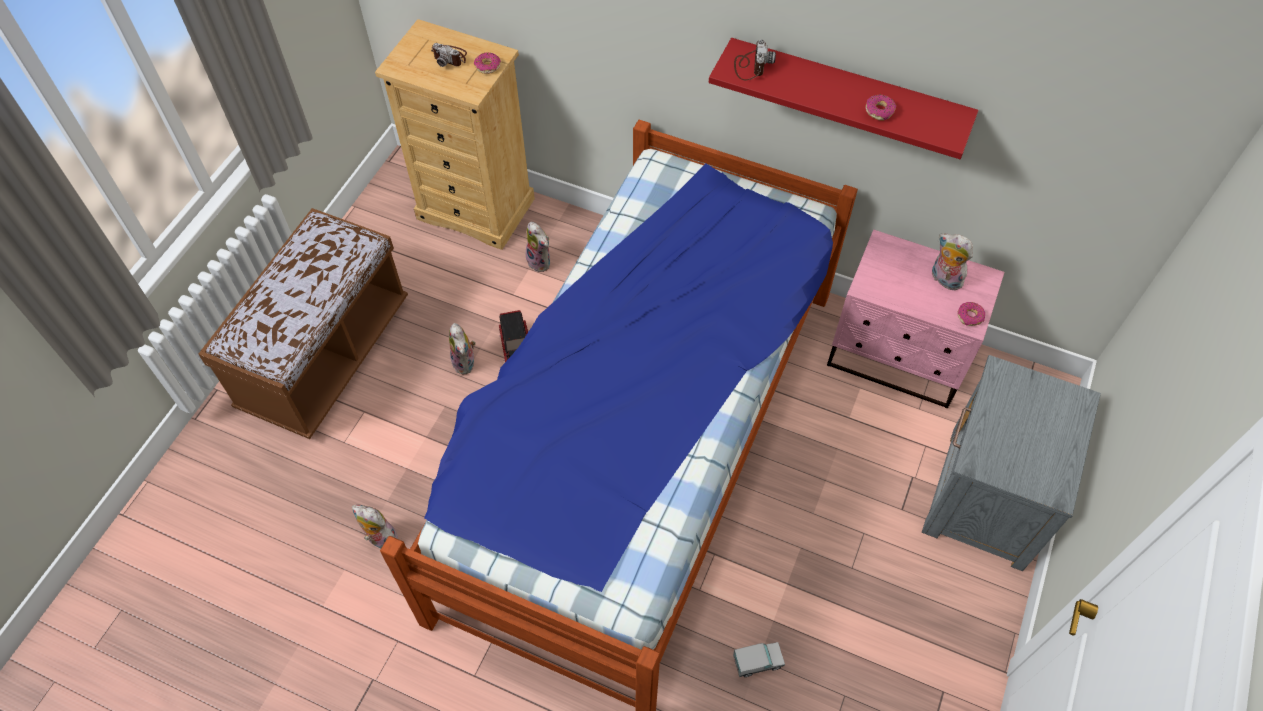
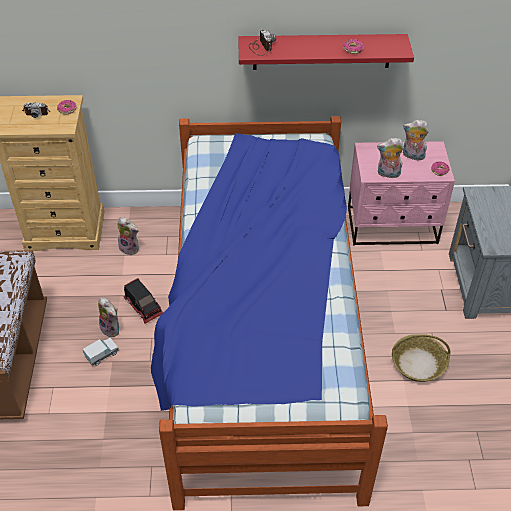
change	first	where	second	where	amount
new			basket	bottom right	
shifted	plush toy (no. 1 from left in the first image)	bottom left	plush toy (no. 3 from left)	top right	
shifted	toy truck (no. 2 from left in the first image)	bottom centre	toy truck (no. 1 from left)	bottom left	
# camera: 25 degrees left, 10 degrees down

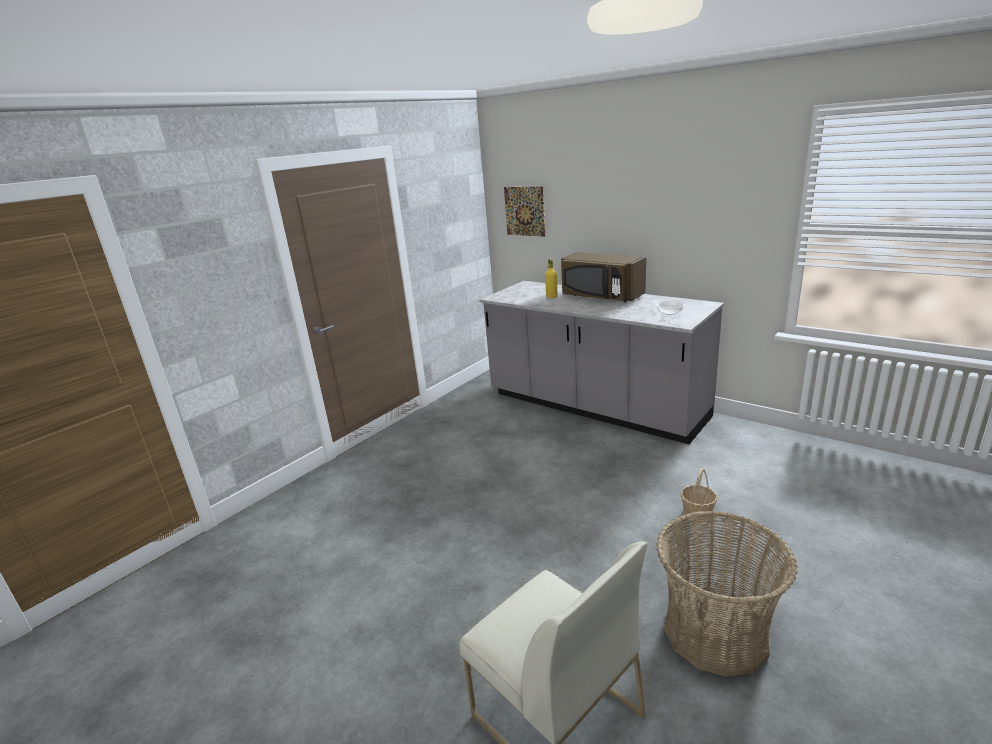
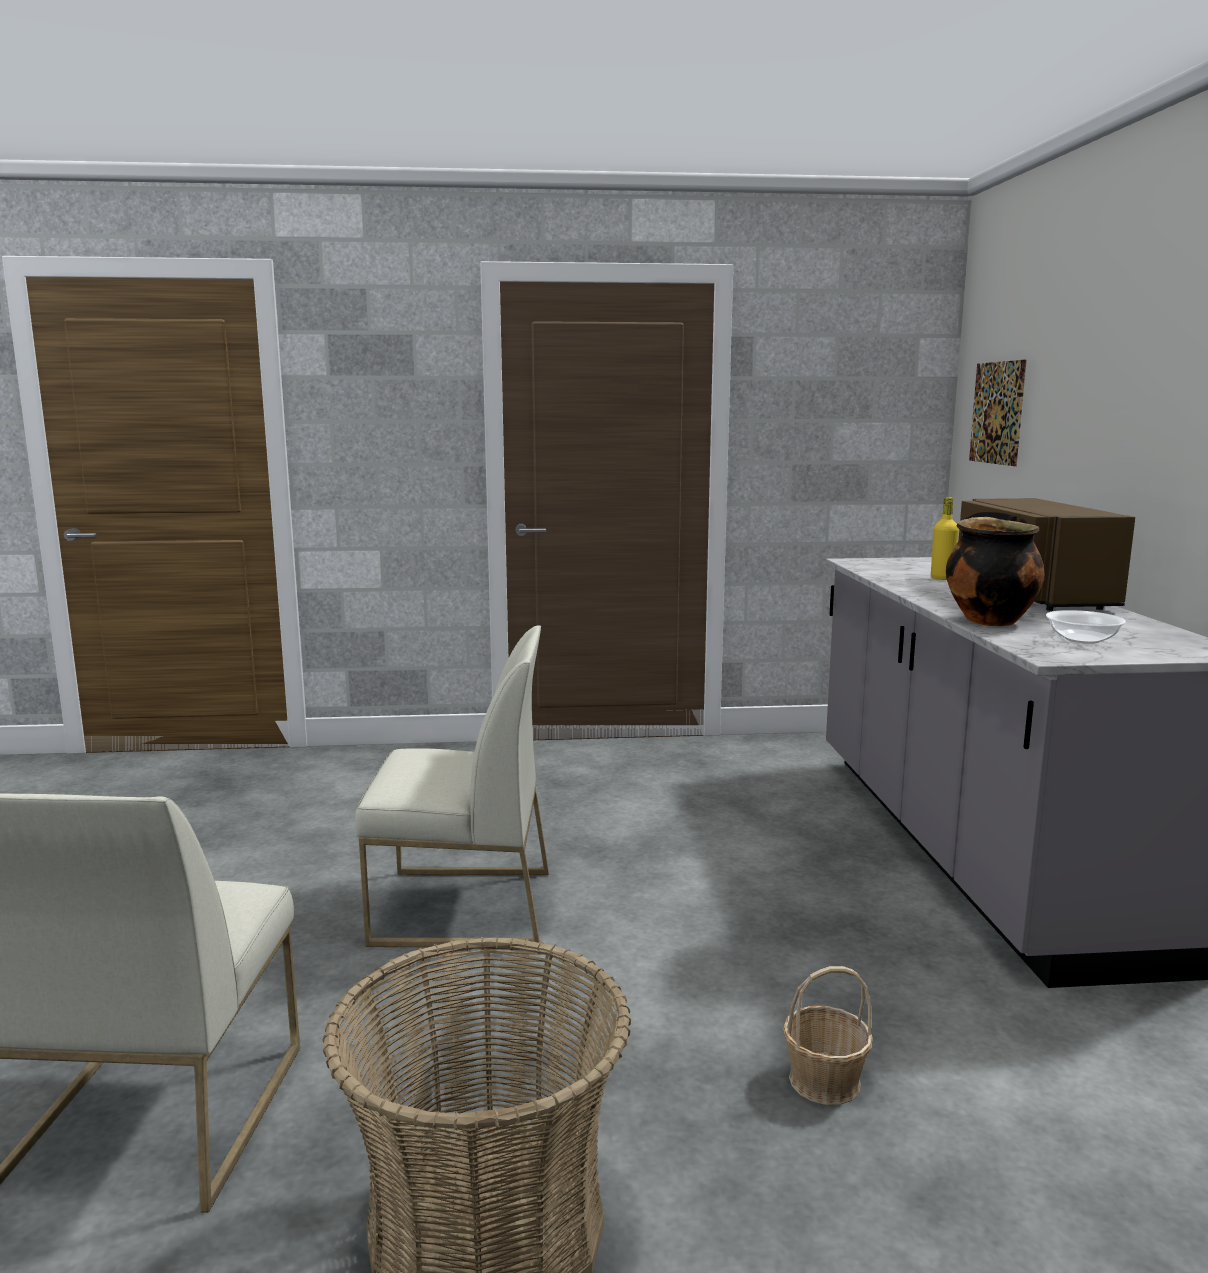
change	first	where	second	where	amount
new			white chair (no. 2 from left)	centre	
new			cooking pot	middle right	
# camera: 45 degrees right, 10 degrees down

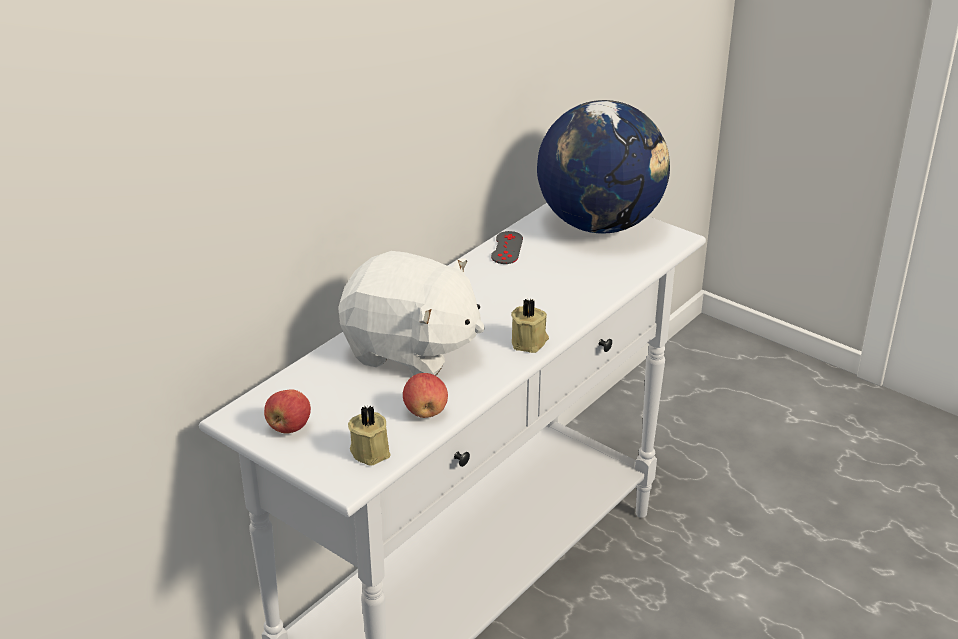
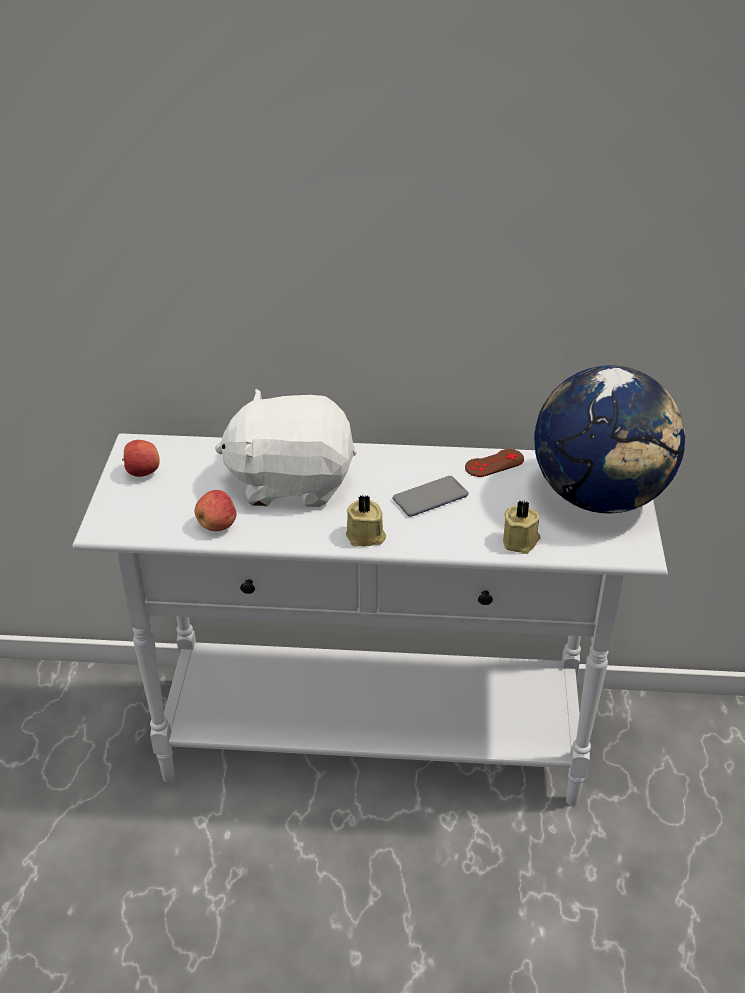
change	first	where	second	where	amount
new			phone	centre	
shifted	beige candle (no. 1 from left in the first image)	bottom centre	beige candle (no. 2 from left)	middle right	
repainted	grey game controller	centre	brown game controller	centre	
rotated	white plush toy	centre		centre	105 degrees clockwise
# camera: 55 degrees right, 5 degrees up

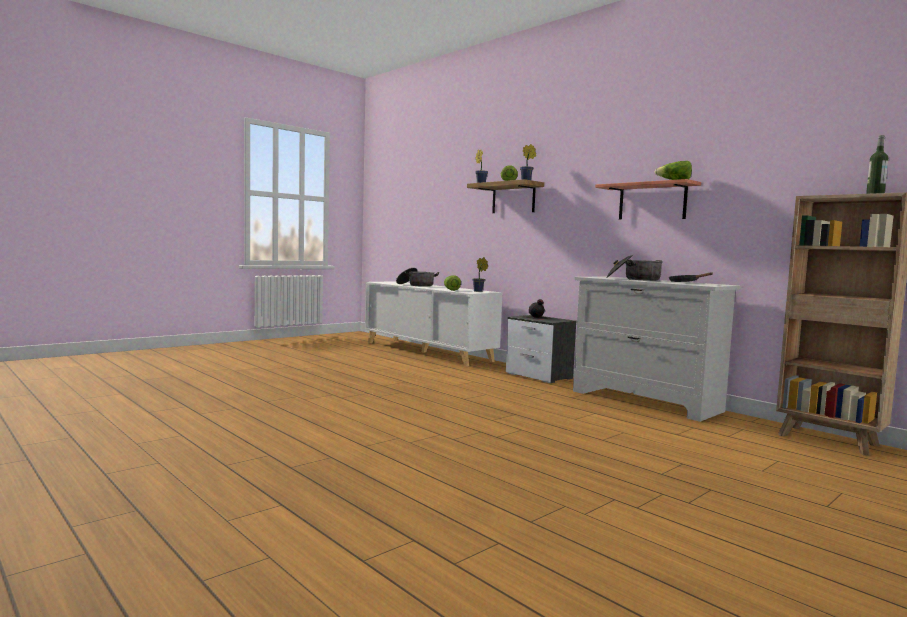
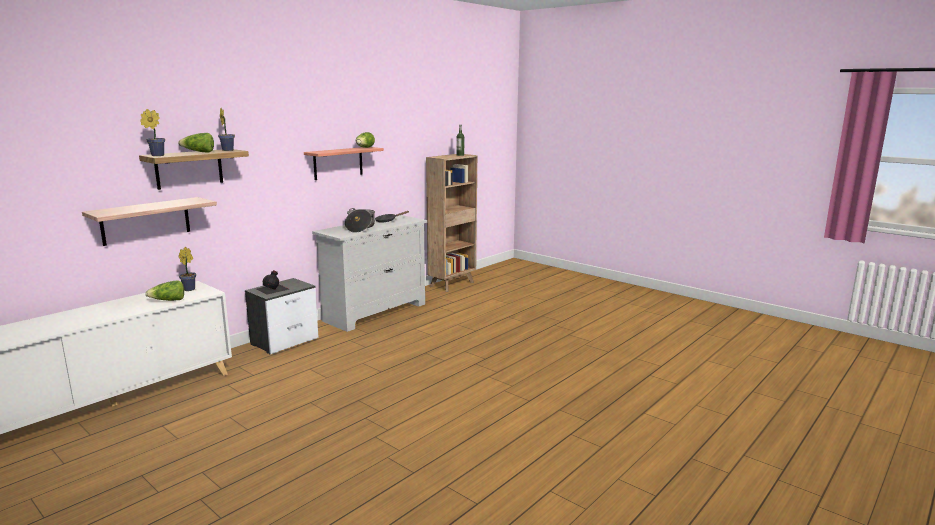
change	first	where	second	where	amount
gone	cooking pot (no. 1 from left)	centre			
new			shelf (no. 1 from left)	middle left	
# camera: 95 degrees left, 10 degrees up

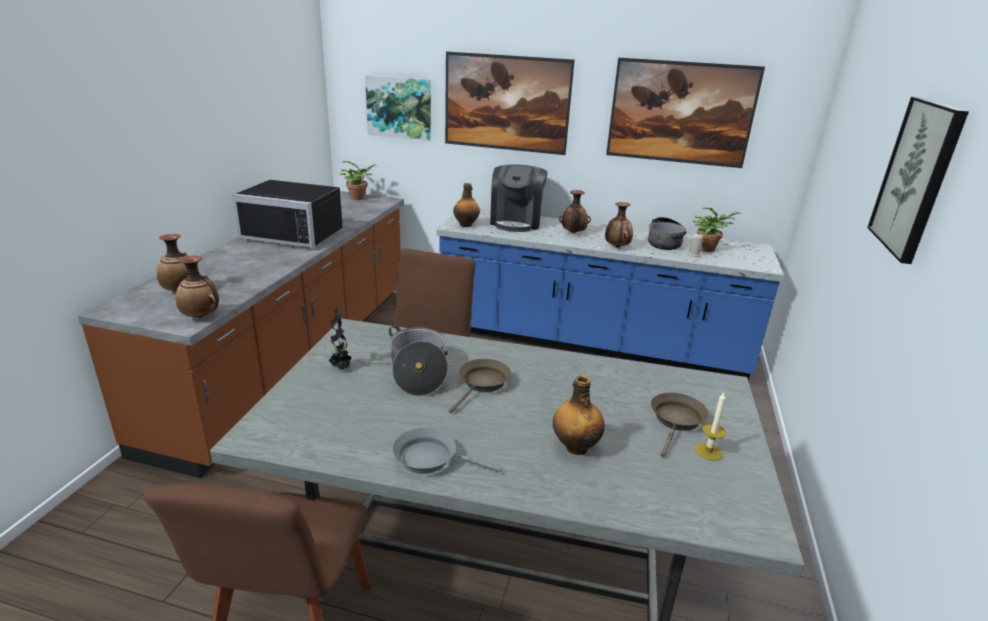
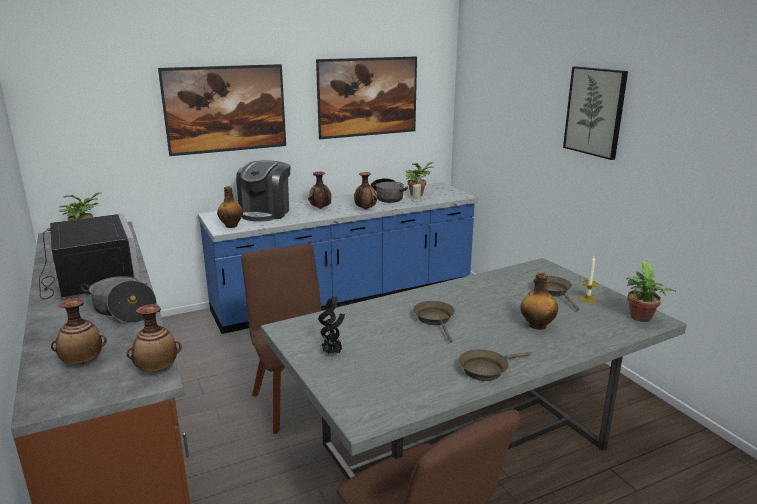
change	first	where	second	where	amount
gone	picture (no. 1 from left)	top centre			
new			potted plant (no. 4 from left)	middle right	
shifted	cooking pot (no. 1 from left)	centre		middle left	
repainted	grey frying pan	bottom centre	brown frying pan (no. 2 from left)	bottom centre	
rotated	black microwave	middle left		middle left	90 degrees counterclockwise
rotated	coffee machine	top centre		centre	45 degrees clockwise
# camera: 40 degrees left, 5 degrees down

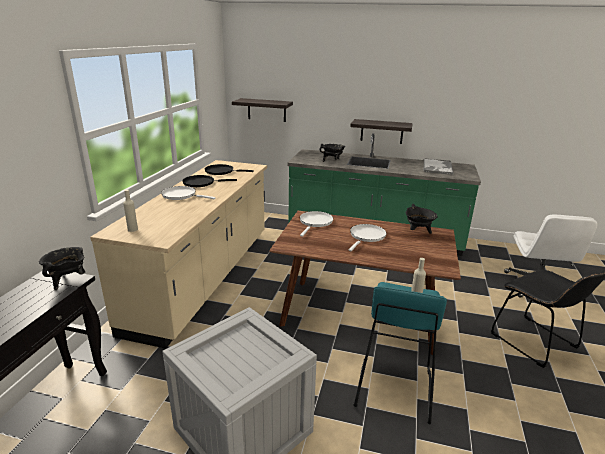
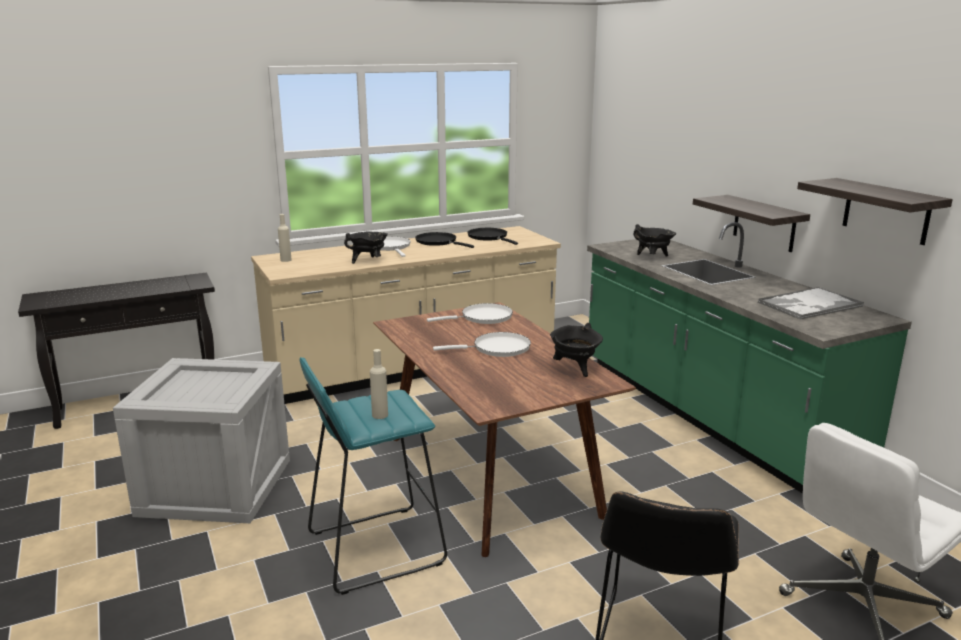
change	first	where	second	where	amount
shifted	black cooking pot (no. 1 from left)	middle left		centre	
shifted	shelf (no. 1 from left in the first image)	top centre	shelf (no. 2 from left)	top right	
# camera: 50 degrees right, 5 degrees down

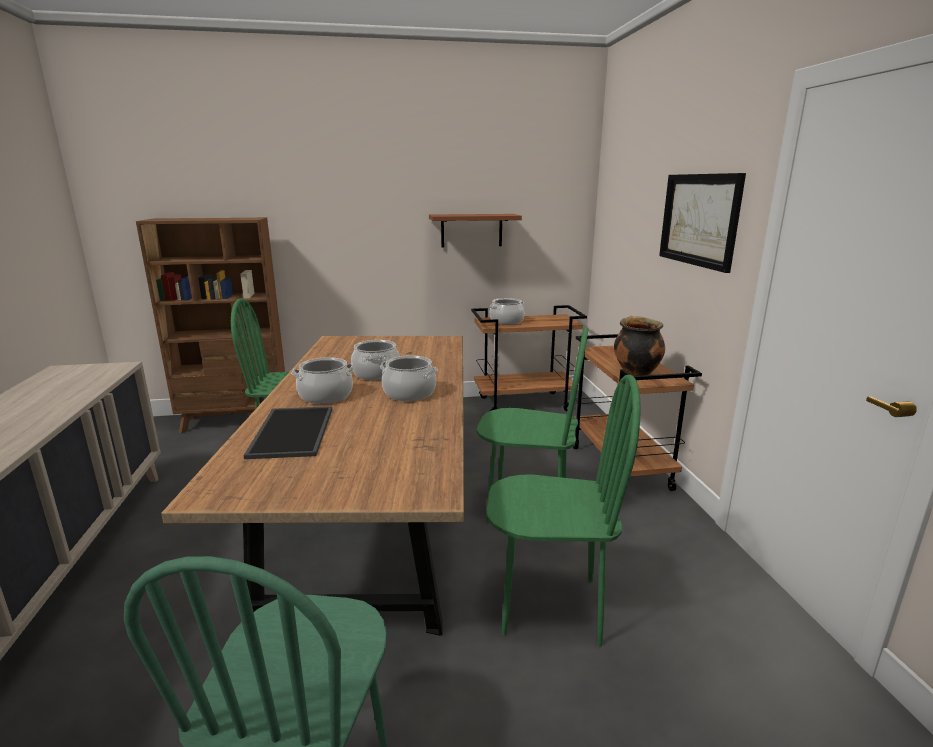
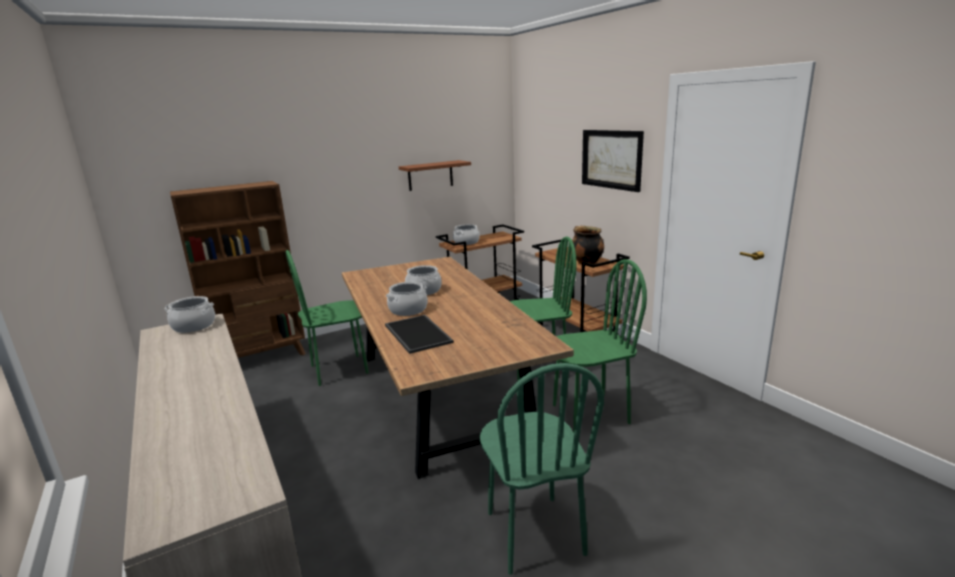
change	first	where	second	where	amount
shifted	cooking pot (no. 3 from left in the first image)	centre	cooking pot (no. 1 from left)	middle left	
# camera: 20 degrees left, 0 degrees up

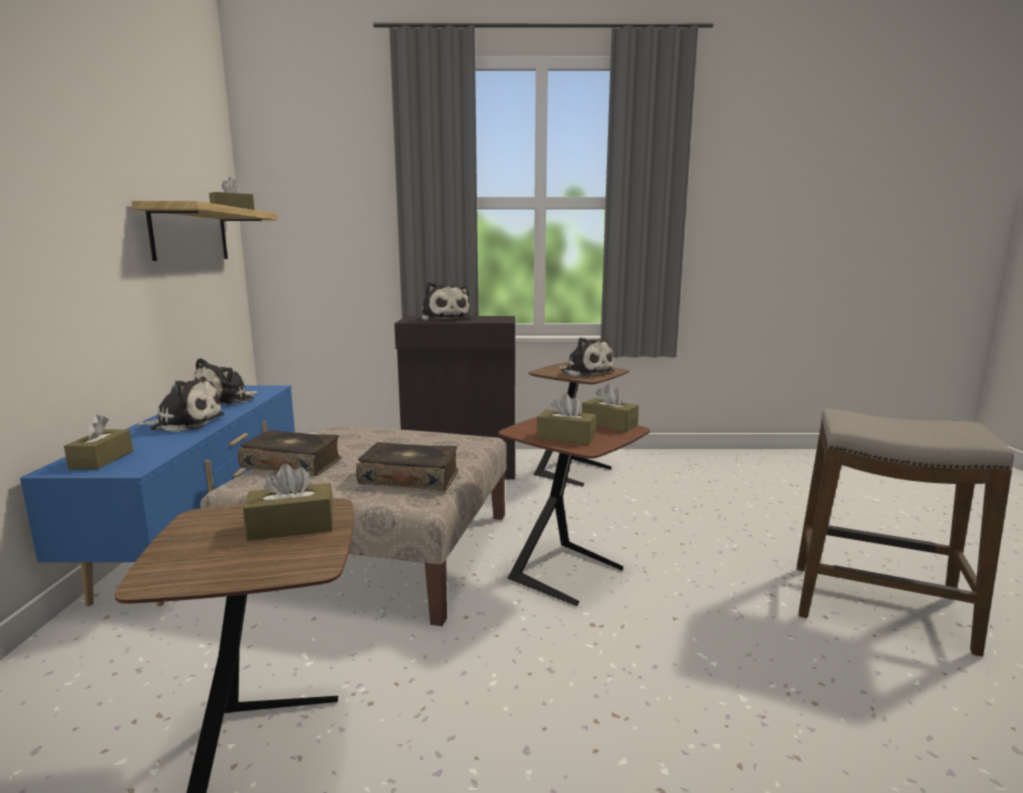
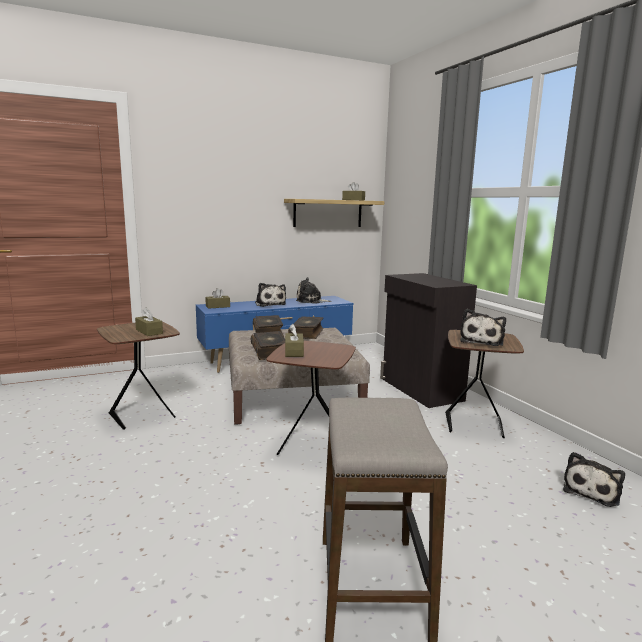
change	first	where	second	where	amount
gone	brown tissue box (no. 5 from left)	centre			
new			book (no. 3 from left)	centre	
shifted	plush toy (no. 3 from left in the first image)	centre	plush toy (no. 4 from left)	bottom right	
# camera: 65 degrees right, 0 degrees up

